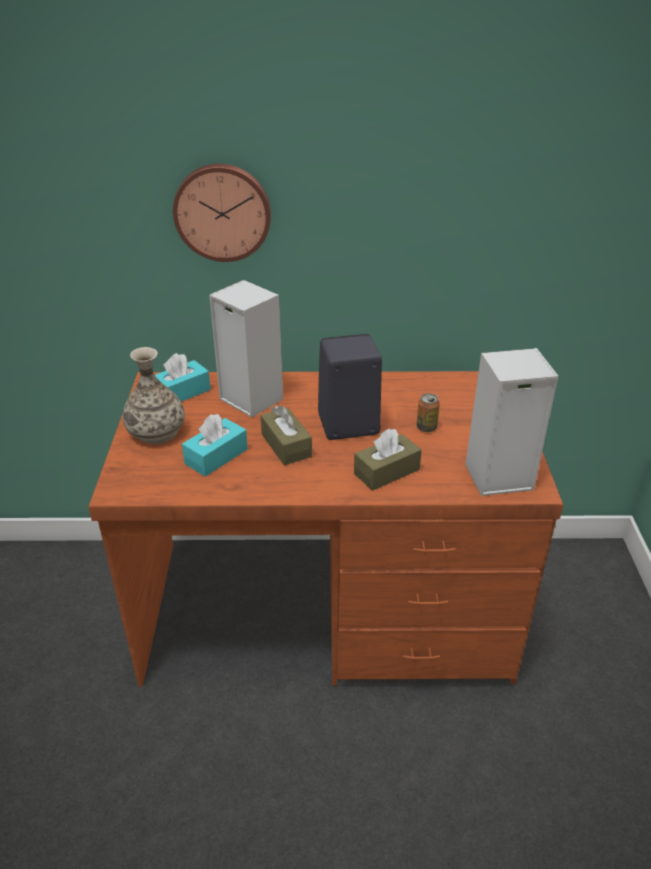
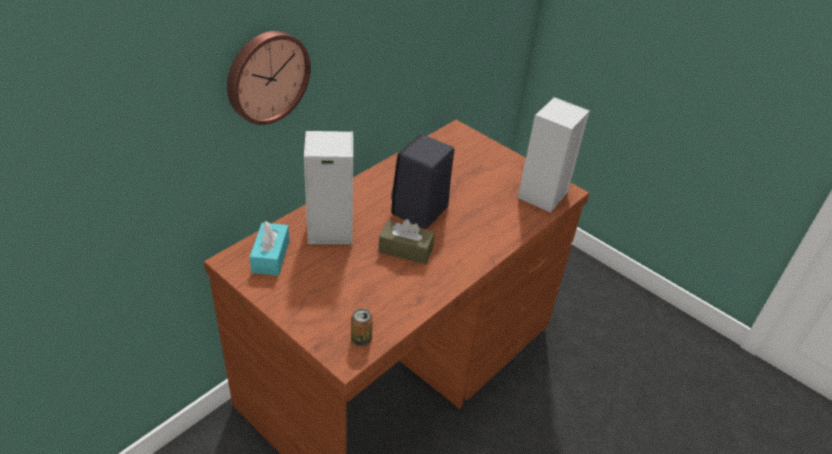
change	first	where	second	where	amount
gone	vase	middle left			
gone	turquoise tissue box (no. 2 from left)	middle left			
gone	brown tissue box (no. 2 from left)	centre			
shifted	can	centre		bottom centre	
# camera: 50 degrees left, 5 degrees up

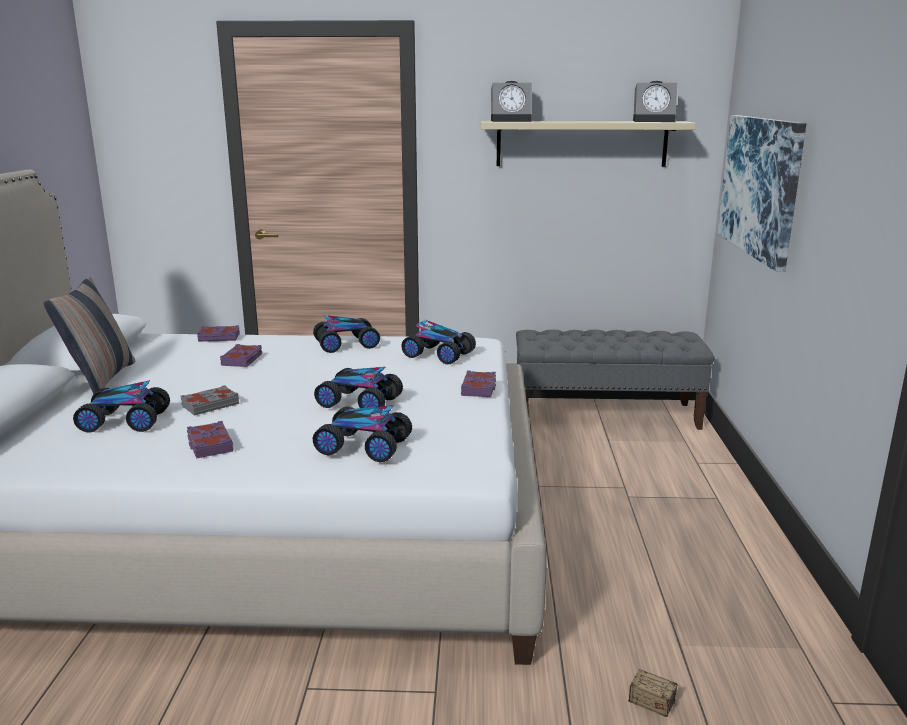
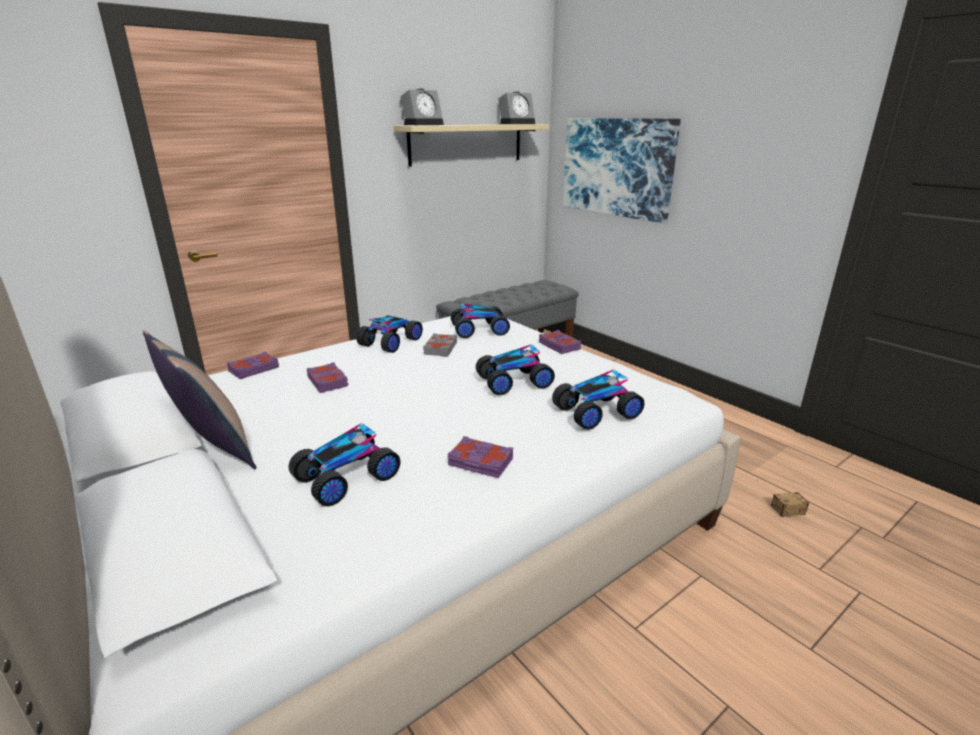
change	first	where	second	where	amount
shifted	grey book	middle left		centre	
# camera: 40 degrees left, 5 degrees up

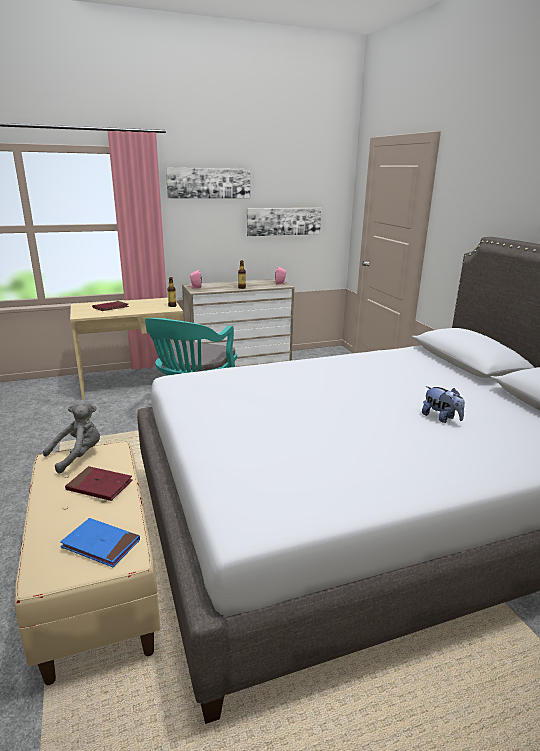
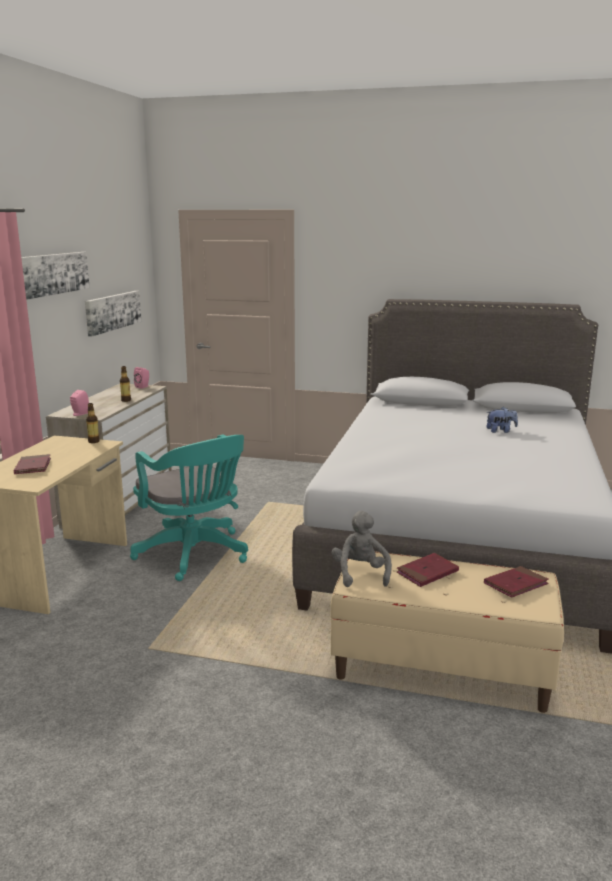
change	first	where	second	where	amount
repainted	blue book	bottom left	red book (no. 3 from left)	middle right	
# camera: 55 degrees left, 5 degrees down

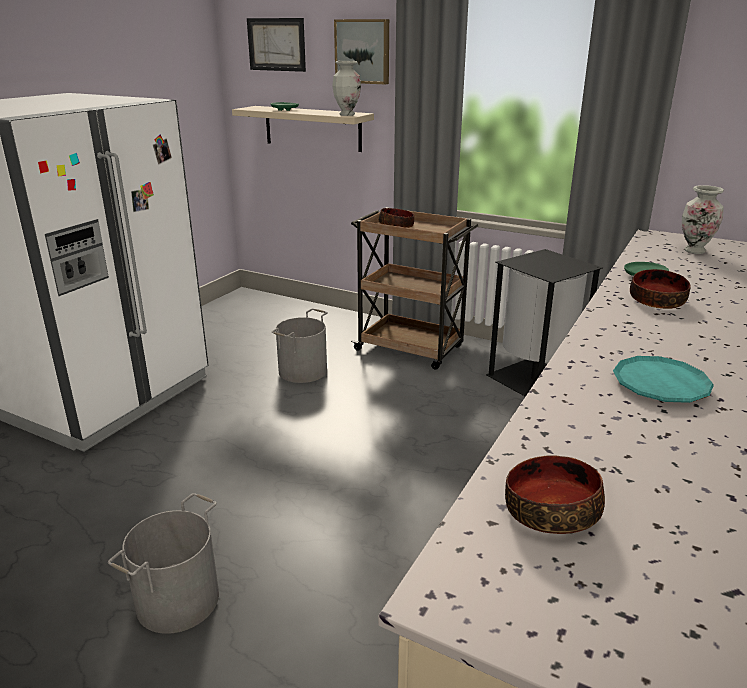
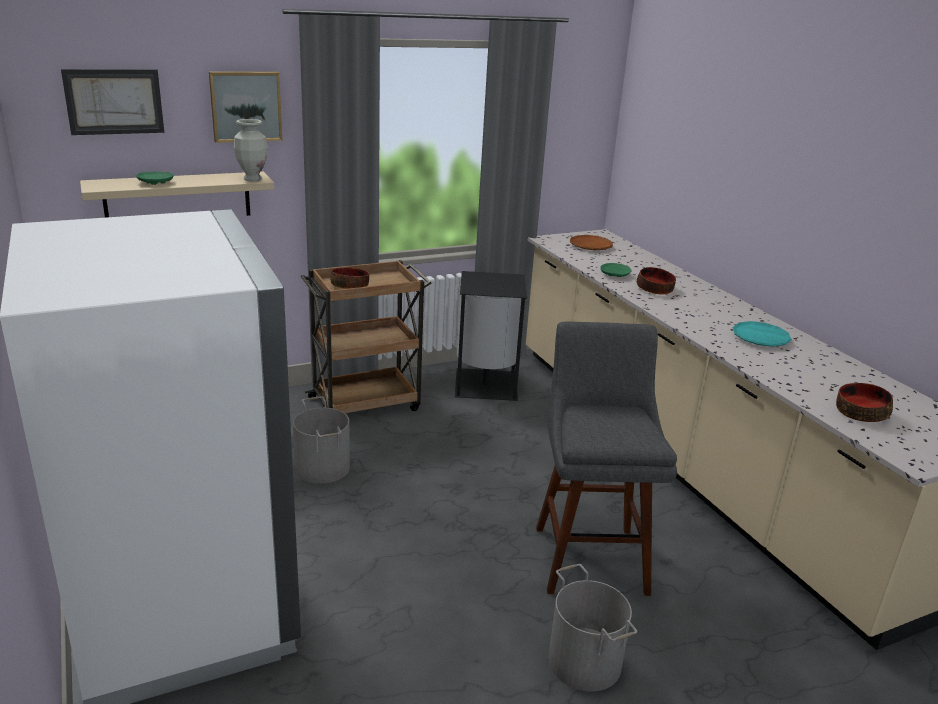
change	first	where	second	where	amount
new			grey stool	centre	
swapped	vase (no. 2 from left)	top right	brown plate	centre	
# camera: 55 degrees left, 0 degrees up

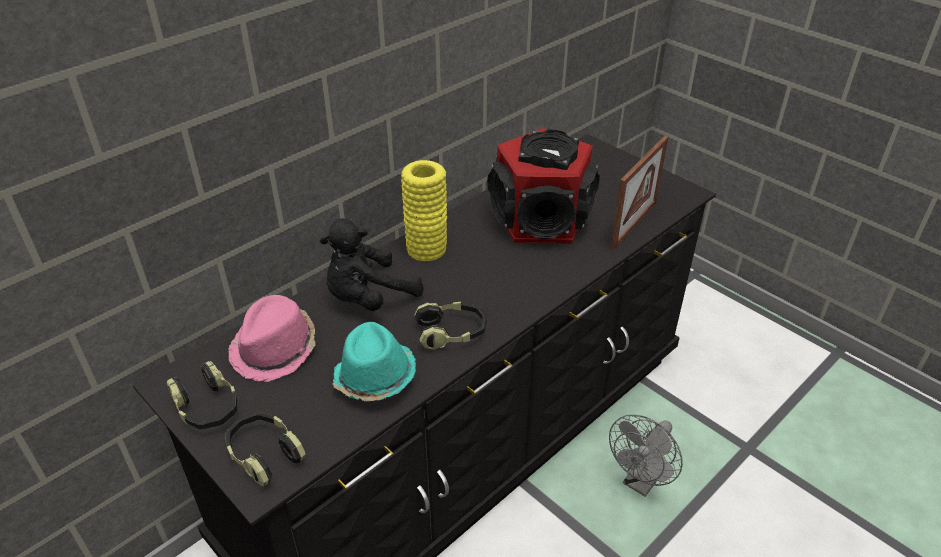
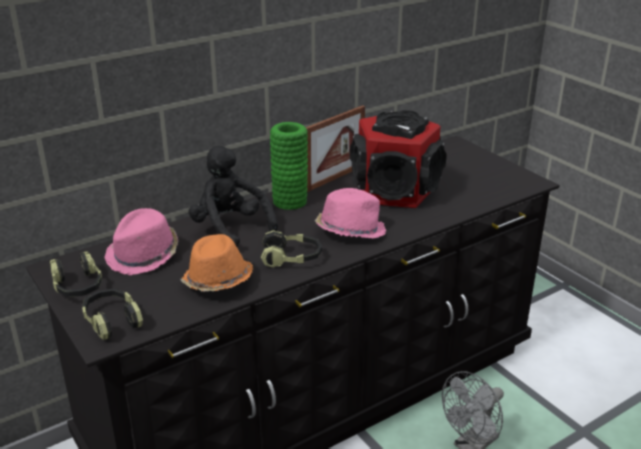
change	first	where	second	where	amount
new			pink hat (no. 2 from left)	centre	
shifted	picture frame	middle right		top centre	
repainted	turquoise hat	centre	orange hat	centre	
repainted	yellow vase	centre	green vase	centre	
rotated	black plush toy	centre		centre	75 degrees clockwise
# camera: 10 degrees right, 10 degrees down

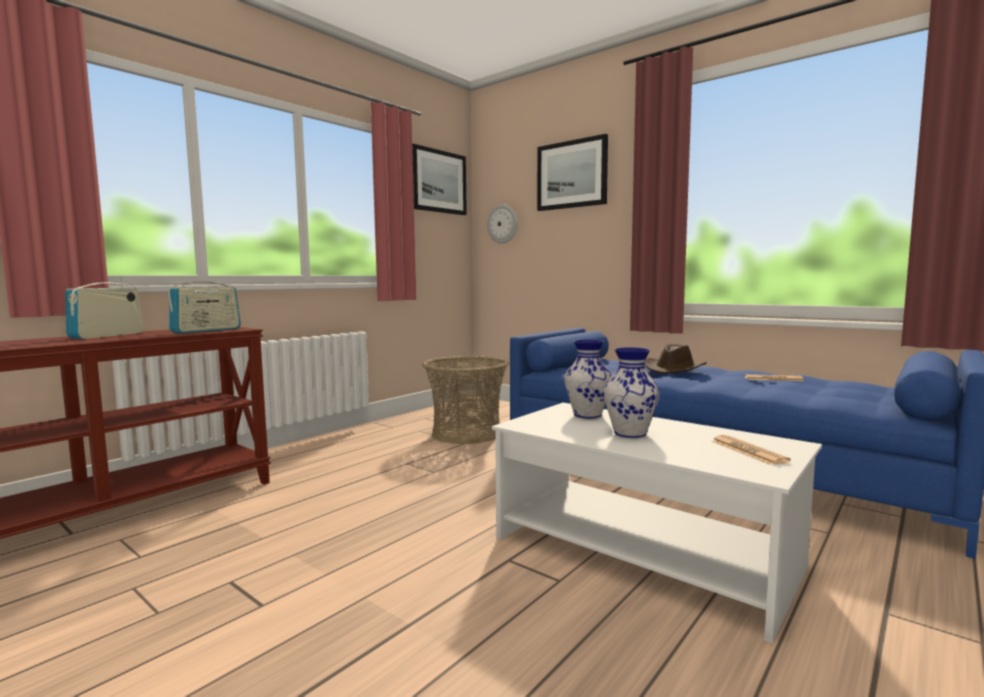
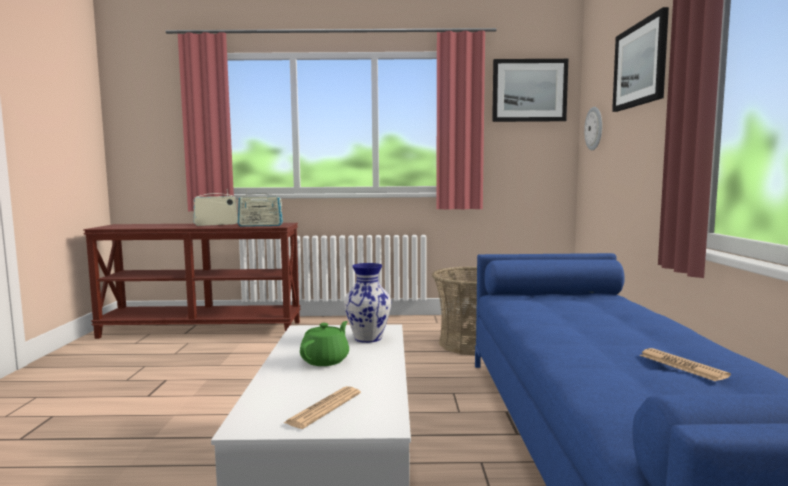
change	first	where	second	where	amount
gone	brown hat	middle right			
swapped	vase (no. 2 from left)	centre	green teapot	bottom centre	
# camera: 50 degrees right, 0 degrees up

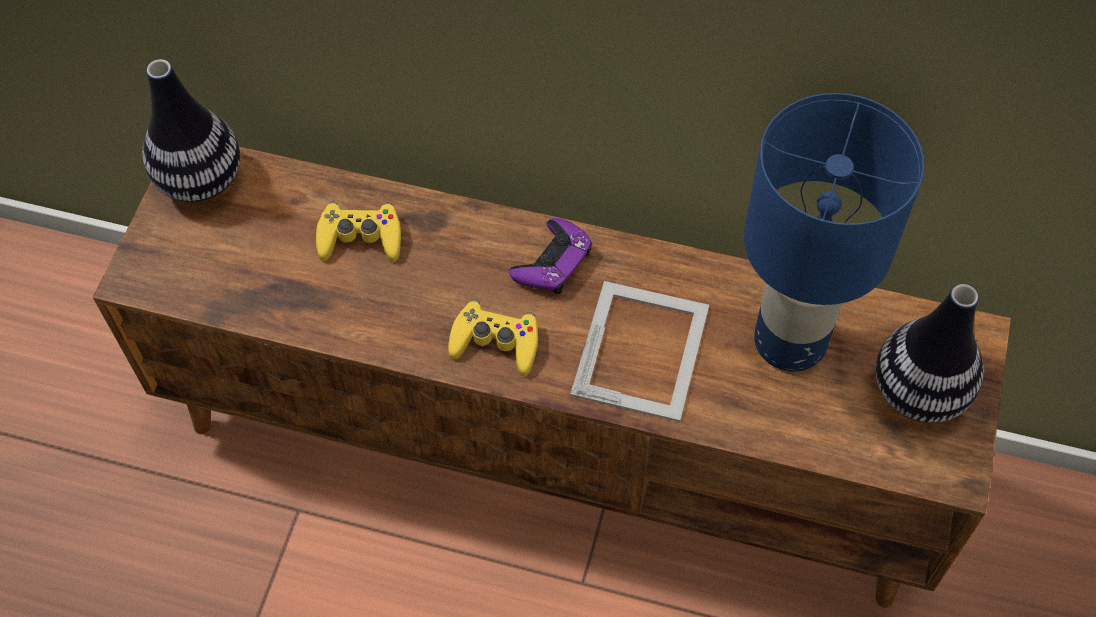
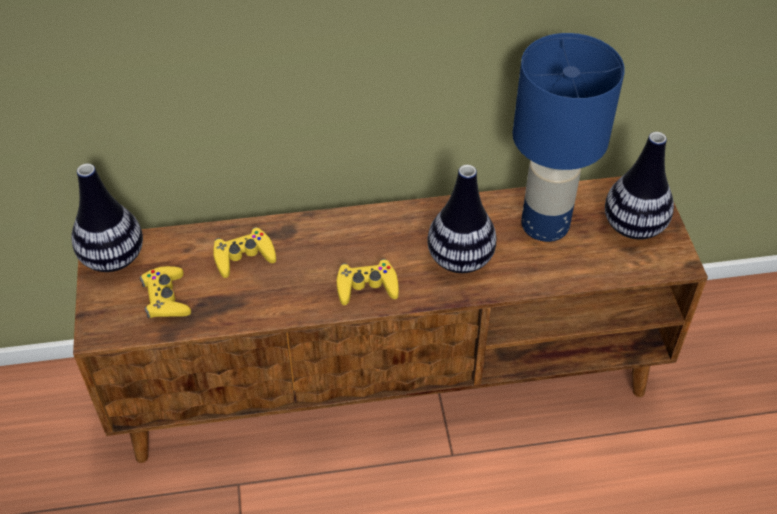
change	first	where	second	where	amount
gone	purple game controller	centre			
new			yellow game controller (no. 1 from left)	middle left	
swapped	picture frame	centre	vase (no. 2 from left)	centre	
# camera: 25 degrees left, 10 degrees down

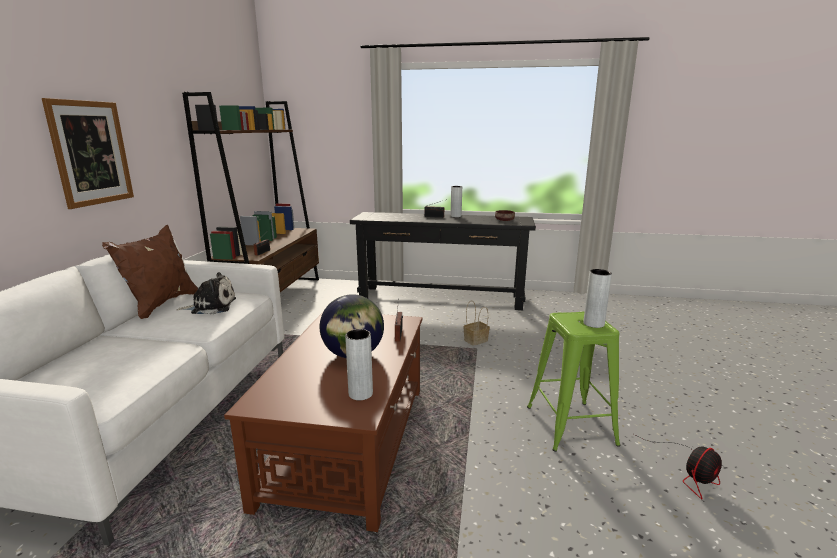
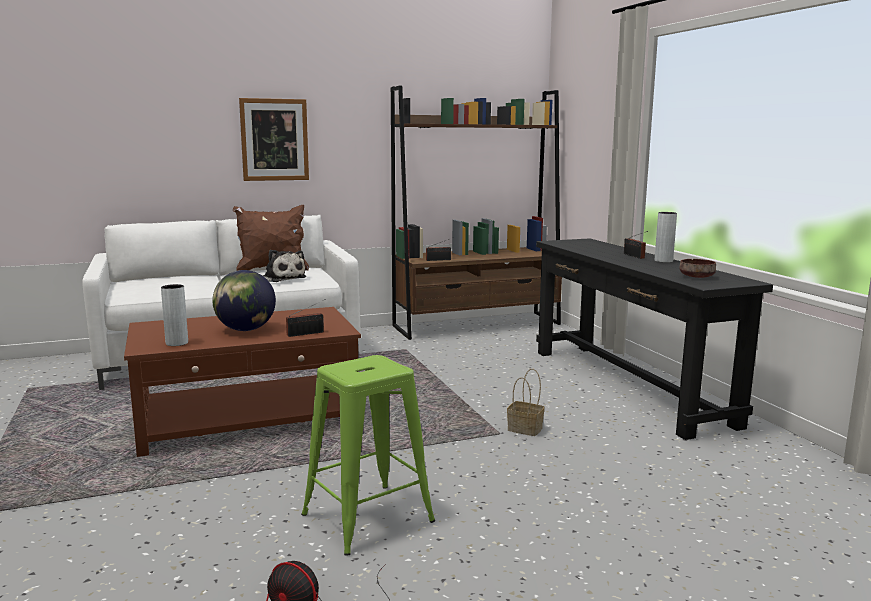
change	first	where	second	where	amount
gone	grey vase (no. 3 from left)	middle right			
# camera: 60 degrees right, 5 degrees down

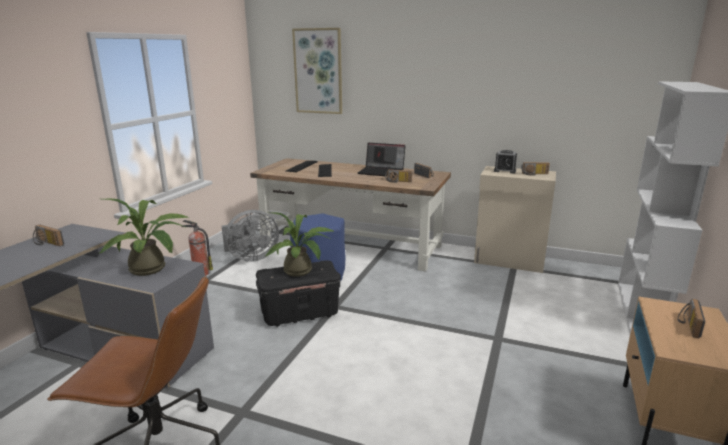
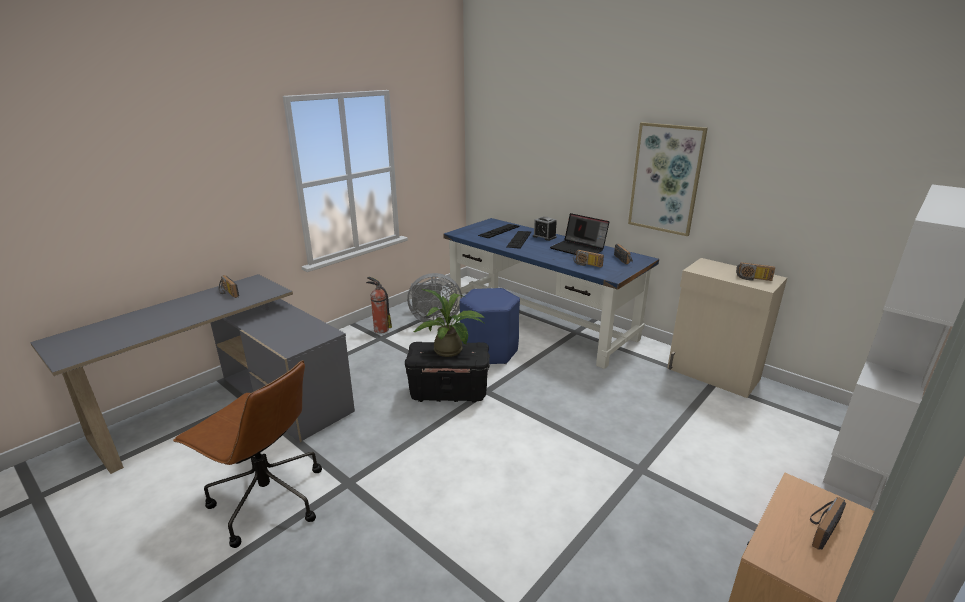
change	first	where	second	where	amount
gone	potted plant (no. 1 from left)	middle left			
shifted	picture	top centre		top right	
shifted	alarm clock	middle right		centre	
repainted	brown desk	centre	blue desk	centre	
# camera: 20 degrees right, 5 degrees up

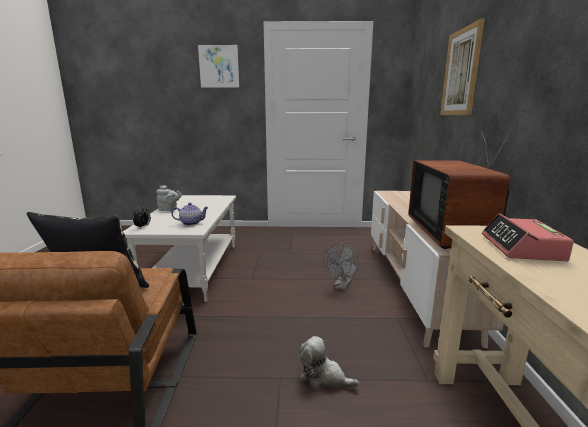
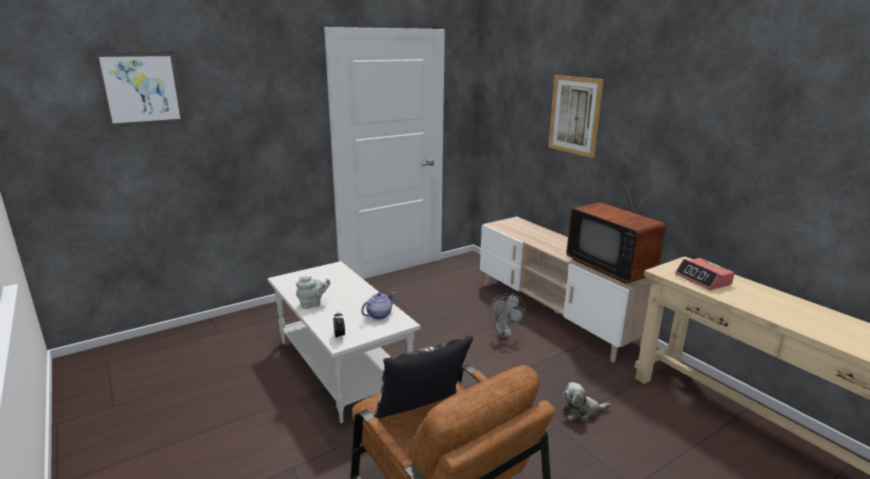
change	first	where	second	where	amount
shifted	picture (no. 1 from left)	top centre		top left	
# camera: 35 degrees left, 5 degrees up

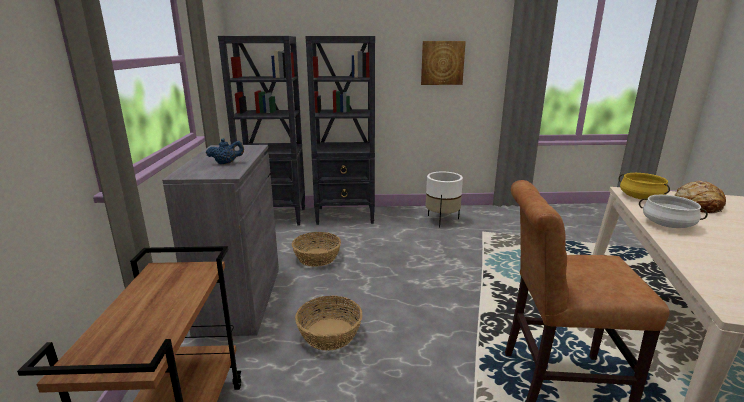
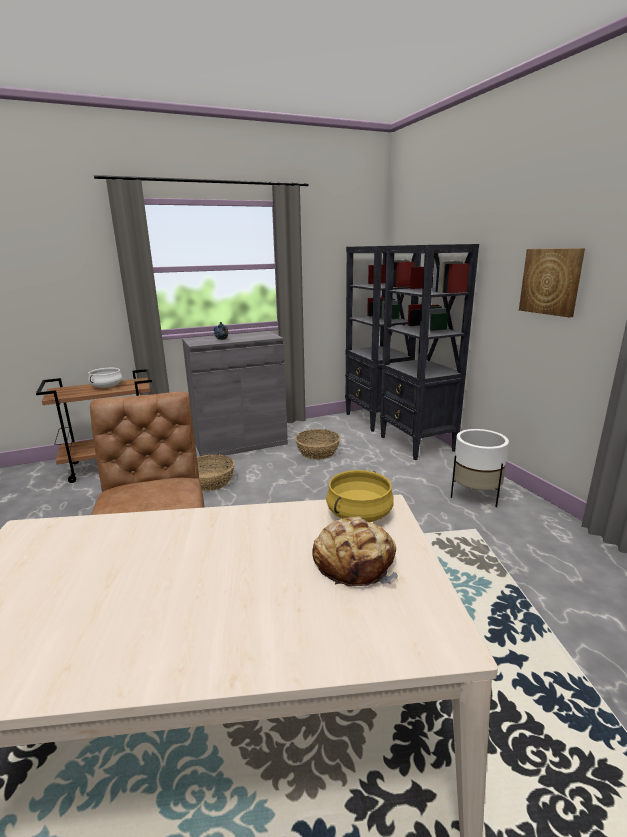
change	first	where	second	where	amount
shifted	white cooking pot	middle right		middle left	
# camera: 70 degrees right, 0 degrees up

